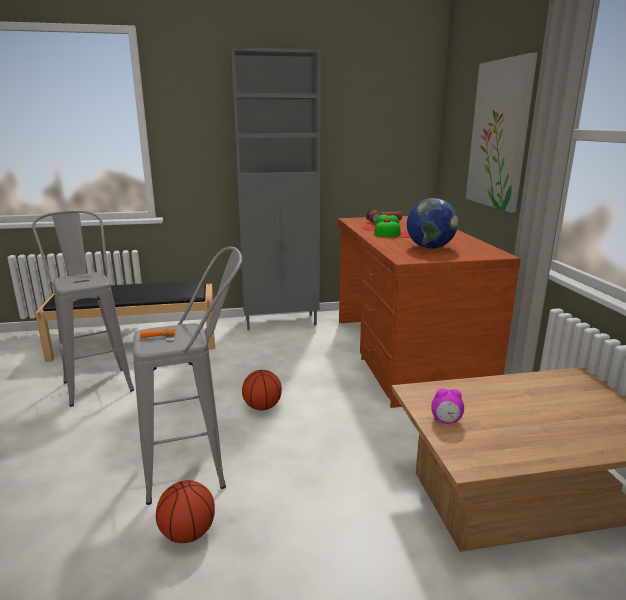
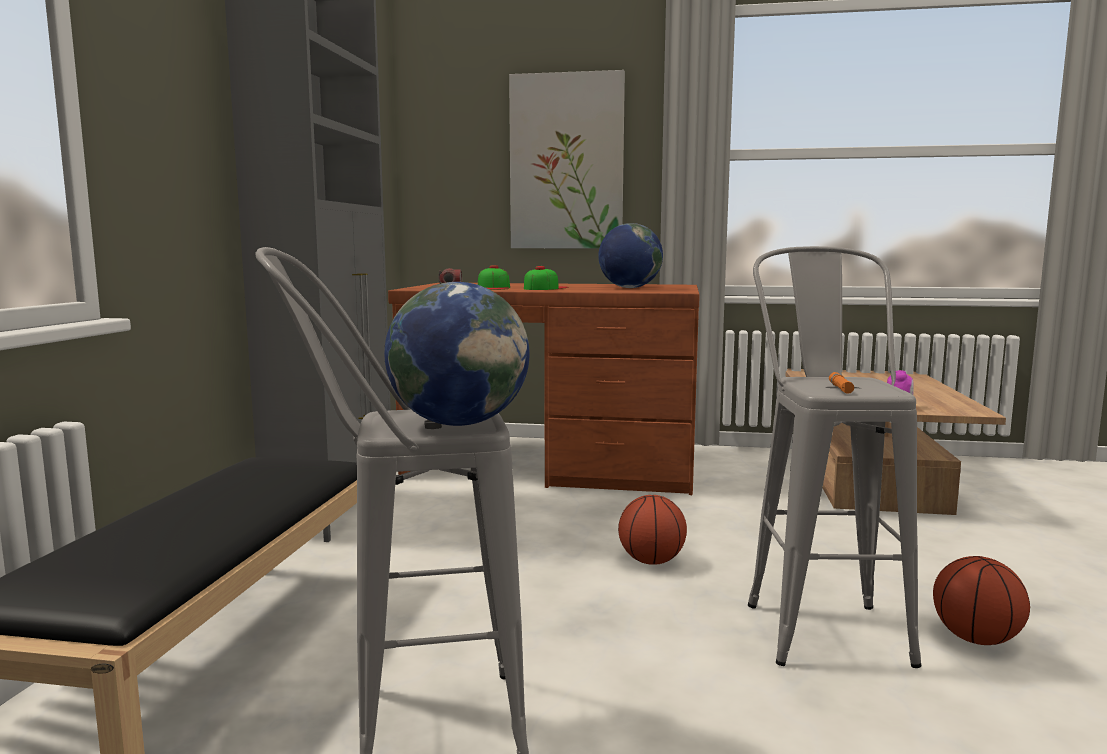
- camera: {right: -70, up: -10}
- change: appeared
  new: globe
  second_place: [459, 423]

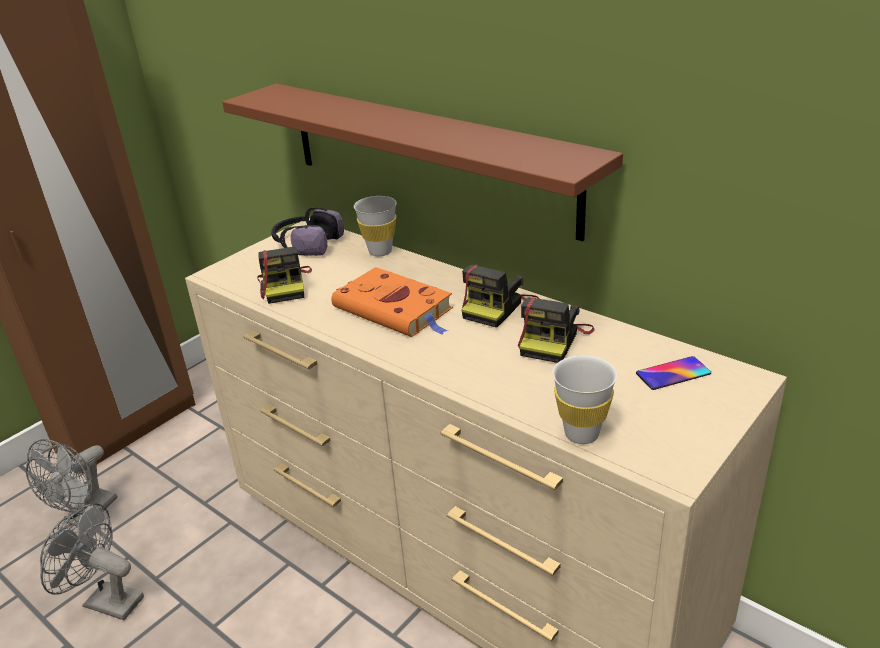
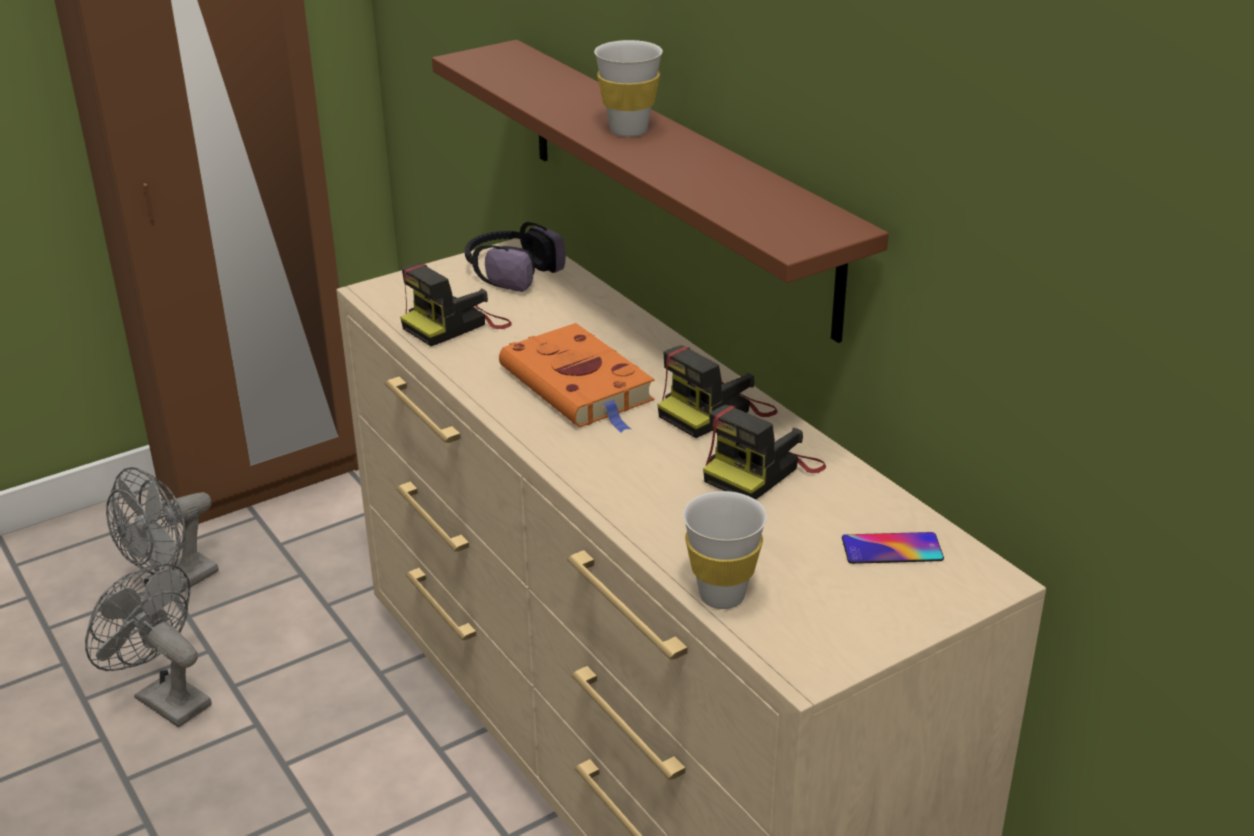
- camera: {right: 15, up: 0}
- change: relocated
  old: tasse/blanc
  first_place: [380, 251]
  second_place: [629, 131]
- change: spun
  old: appareil photo
  first_place: [285, 285]
  second_place: [456, 325]
  degrees: 45

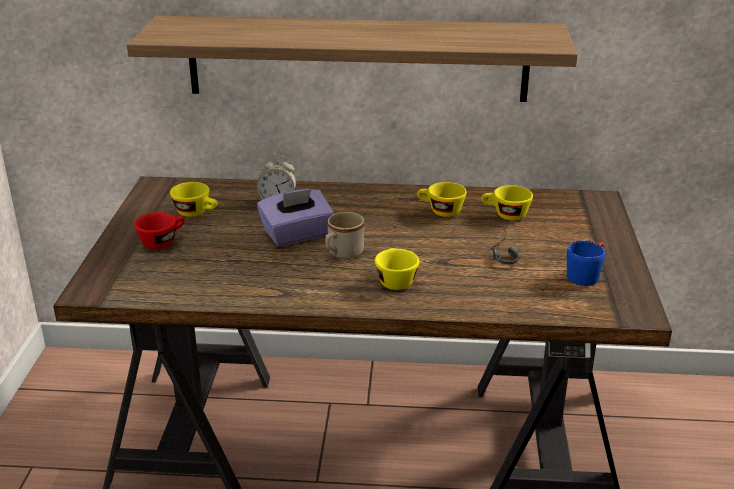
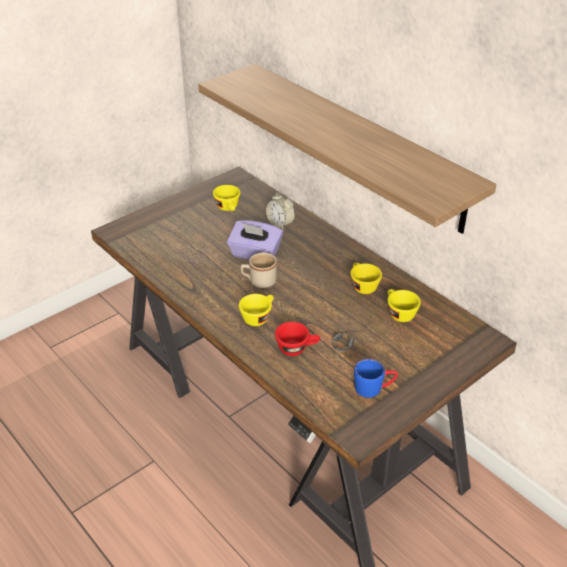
- camera: {right: 45, up: 10}
- change: relocated
  old: tasse/rouge
  first_place: [163, 242]
  second_place: [297, 348]

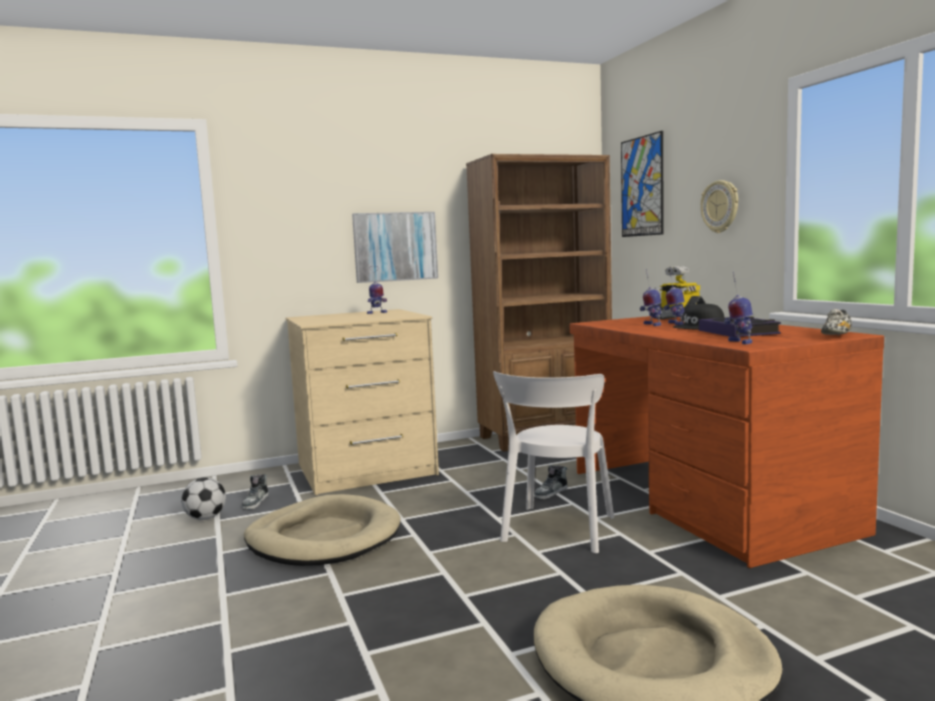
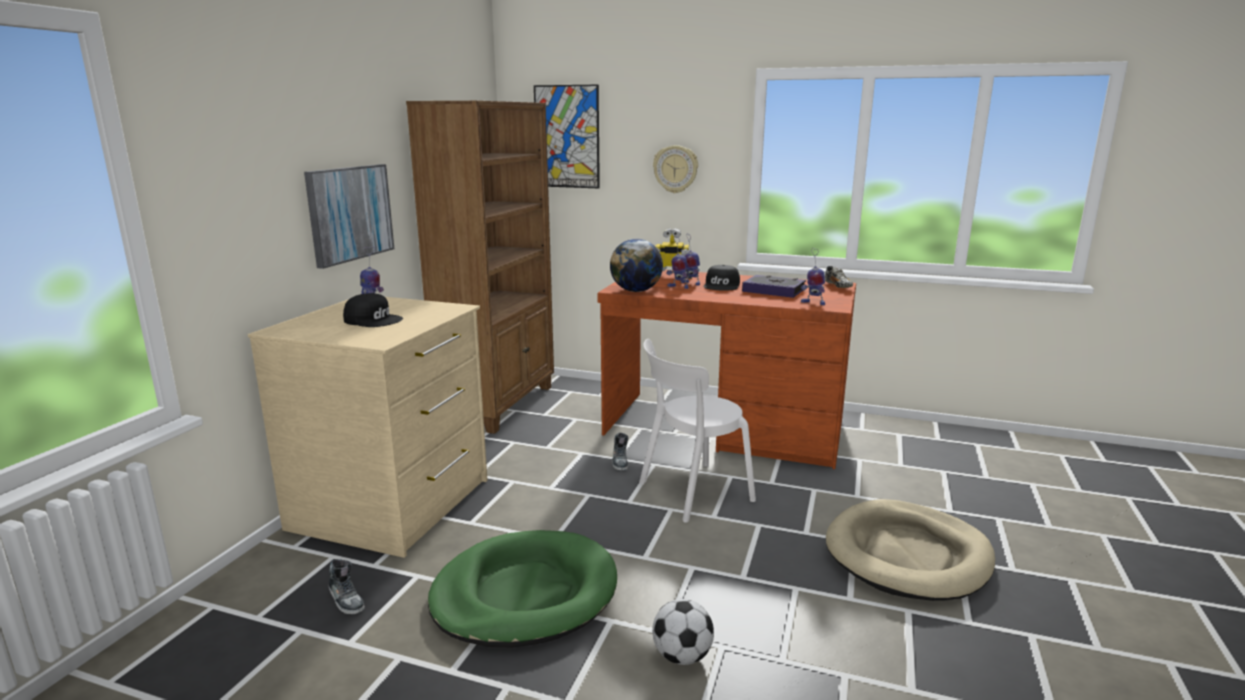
- camera: {right: -50, up: 10}
- change: spun
  old: chaise/blanc
  first_place: [557, 531]
  second_place: [691, 492]
  degrees: 90
- change: relocated
  old: ballon de foot
  first_place: [205, 518]
  second_place: [681, 656]
- change: colour
  old: panier pour chien/beige
  new: panier pour chien/vert
  first_place: [324, 537]
  second_place: [525, 594]
- change: appeared
  new: globe
  second_place: [636, 291]
- change: appeared
  new: casquette/noir
  second_place: [373, 320]

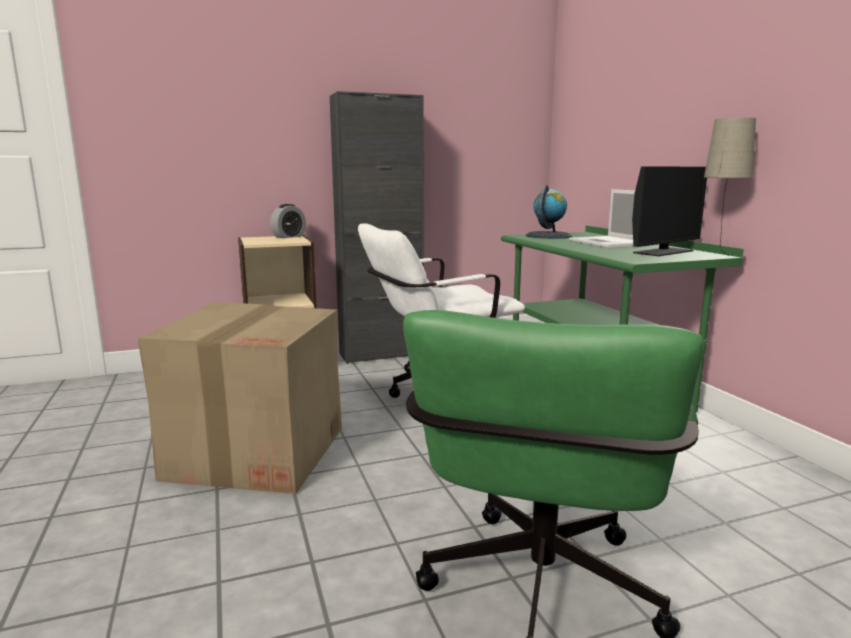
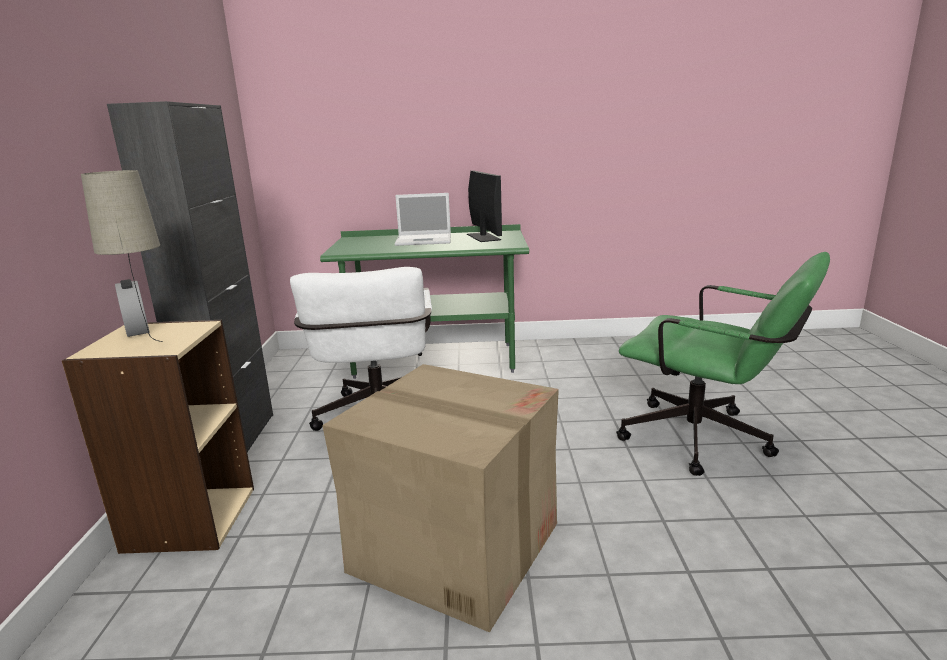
- camera: {right: -70, up: 5}
- change: relocated
  old: lampe de table/beige
  first_place: [717, 256]
  second_place: [151, 347]
- change: missing
  old: globe
  first_place: [548, 236]

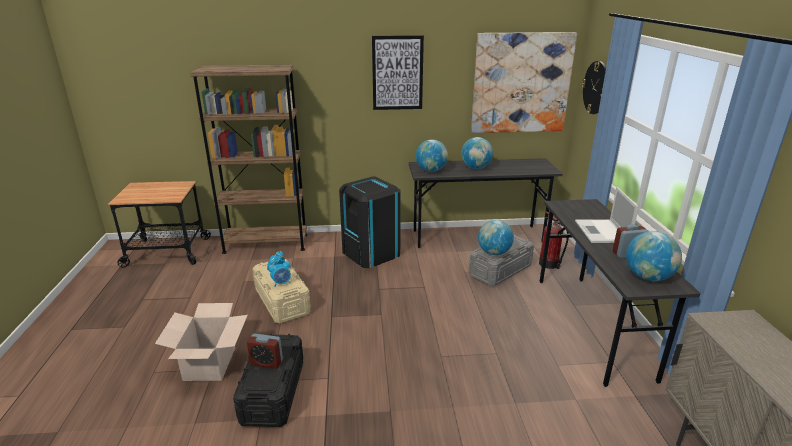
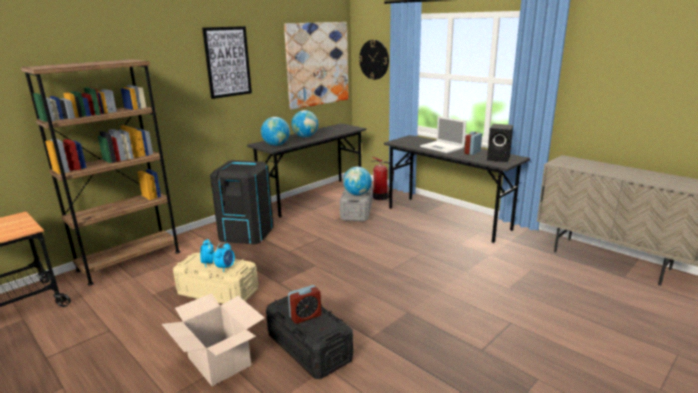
- camera: {right: -40, up: -5}
- change: exchanged
  old: globe
  new: enceinte/noir
  first_place: [648, 277]
  second_place: [499, 158]

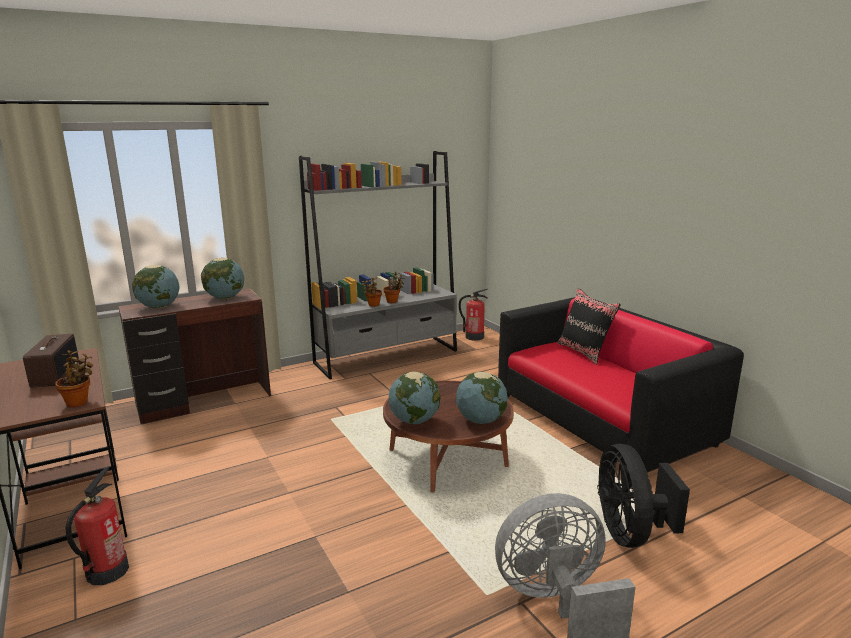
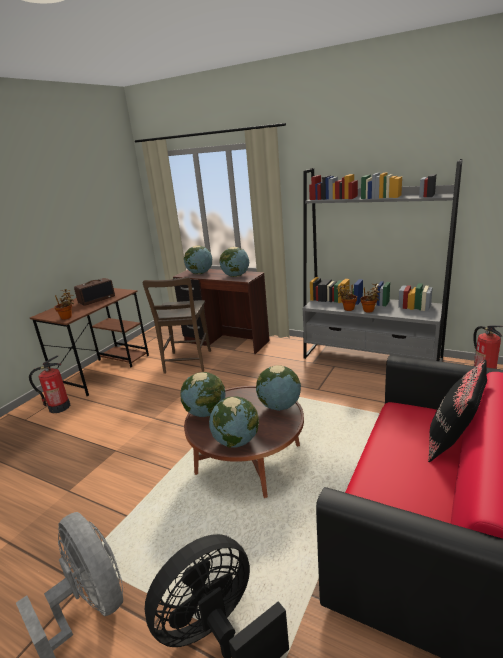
- camera: {right: 60, up: 5}
- change: appeared
  new: chaise/marron
  second_place: [187, 363]
- change: appeared
  new: globe
  second_place: [279, 406]

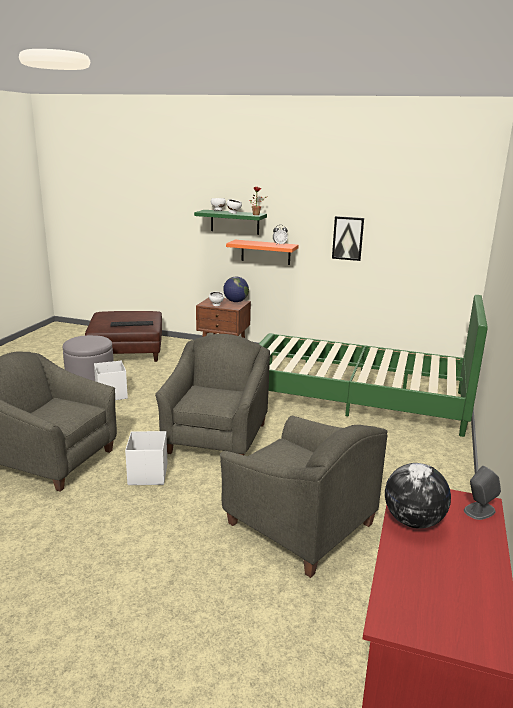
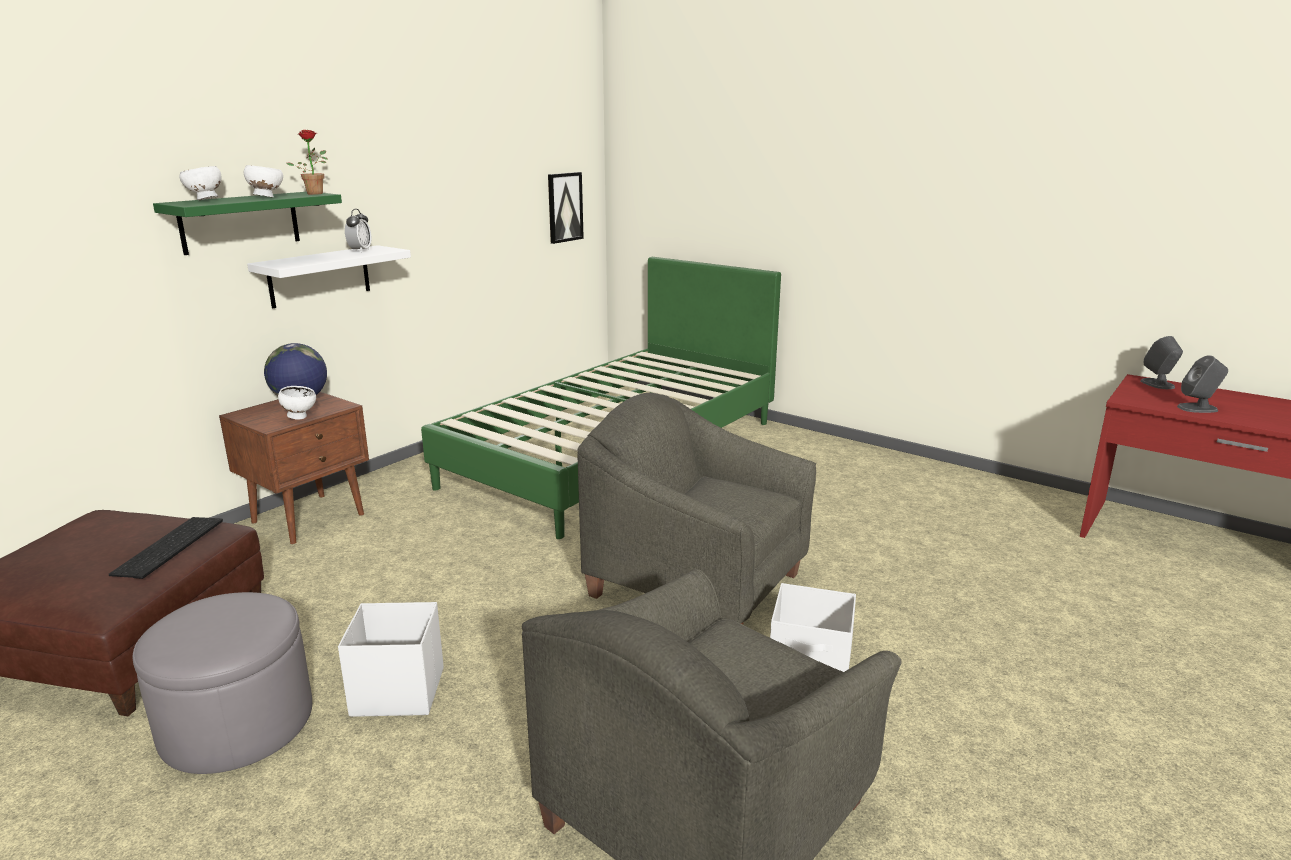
- camera: {right: -70, up: 0}
- change: relocated
  old: tableau
  first_place: [348, 238]
  second_place: [564, 207]
- change: colour
  old: étagère/orange
  new: étagère/blanc
  first_place: [265, 252]
  second_place: [319, 276]
- change: missing
  old: fauteuil/gris
  first_place: [298, 525]
- change: exchanged
  old: globe
  new: enceinte/gris
  first_place: [413, 522]
  second_place: [1198, 408]

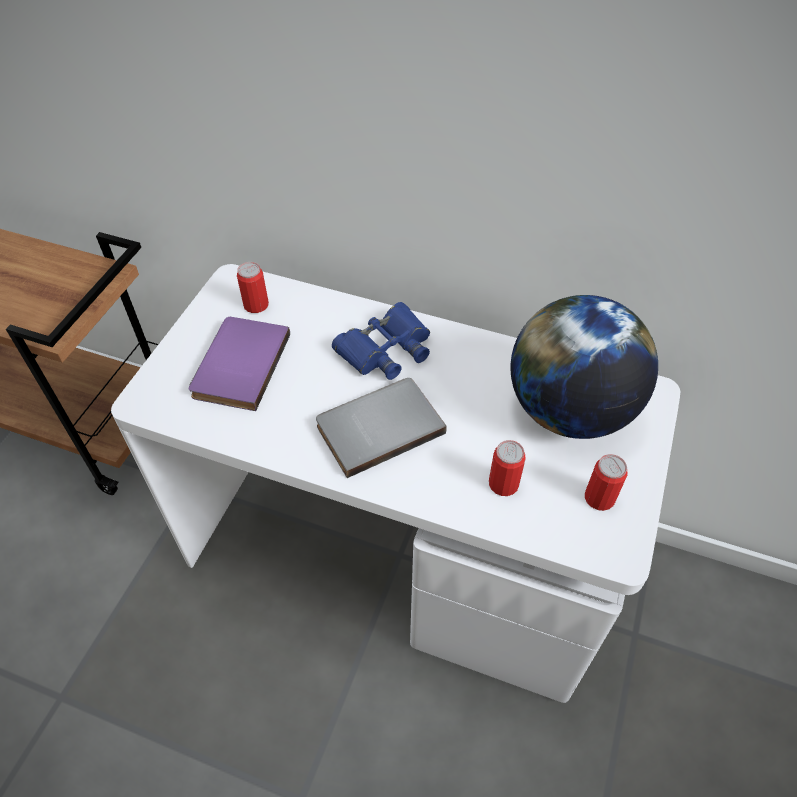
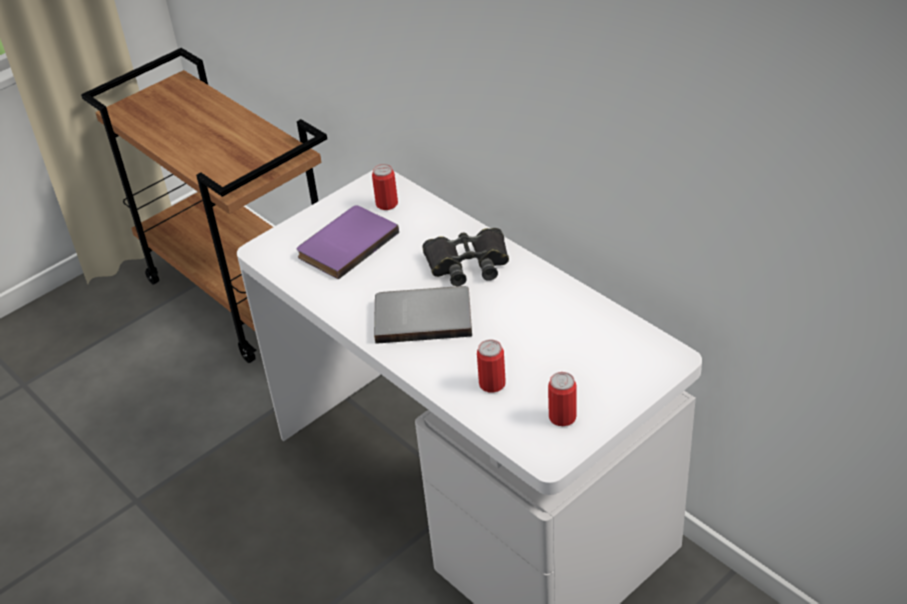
- camera: {right: 30, up: -10}
- change: missing
  old: globe
  first_place: [569, 411]
- change: colour
  old: jumelles/bleu
  new: jumelles/noir
  first_place: [386, 349]
  second_place: [468, 263]

